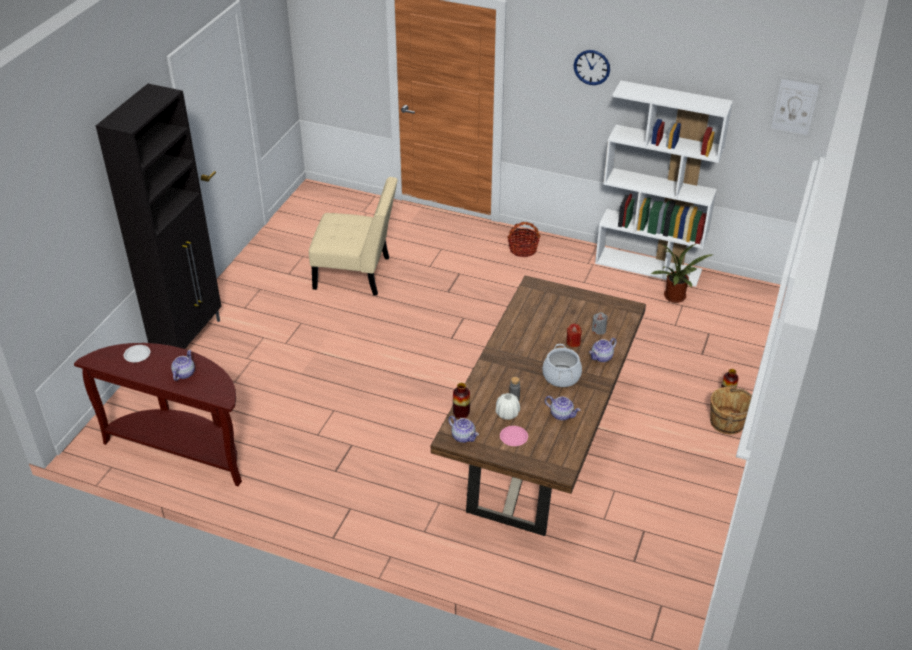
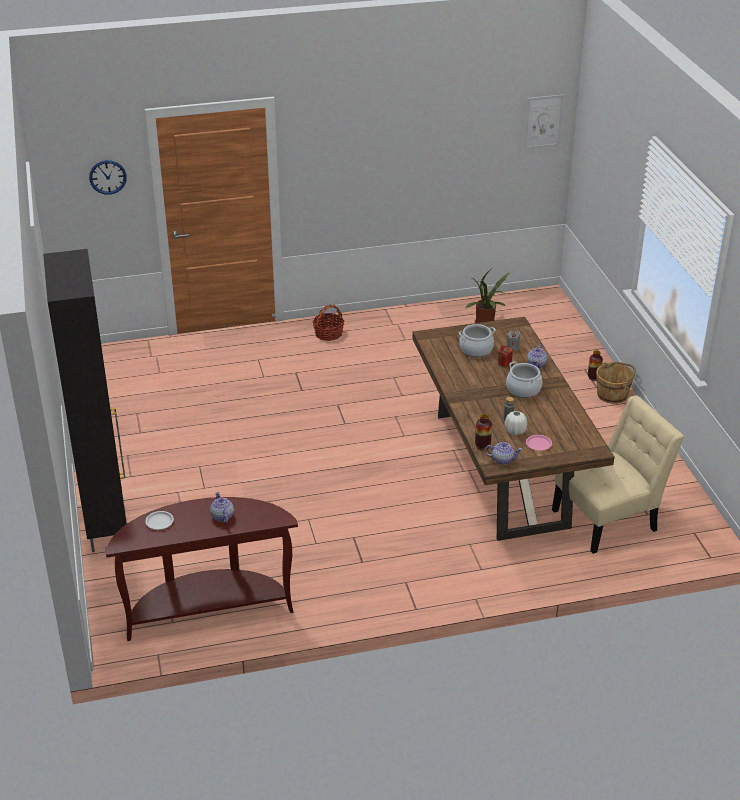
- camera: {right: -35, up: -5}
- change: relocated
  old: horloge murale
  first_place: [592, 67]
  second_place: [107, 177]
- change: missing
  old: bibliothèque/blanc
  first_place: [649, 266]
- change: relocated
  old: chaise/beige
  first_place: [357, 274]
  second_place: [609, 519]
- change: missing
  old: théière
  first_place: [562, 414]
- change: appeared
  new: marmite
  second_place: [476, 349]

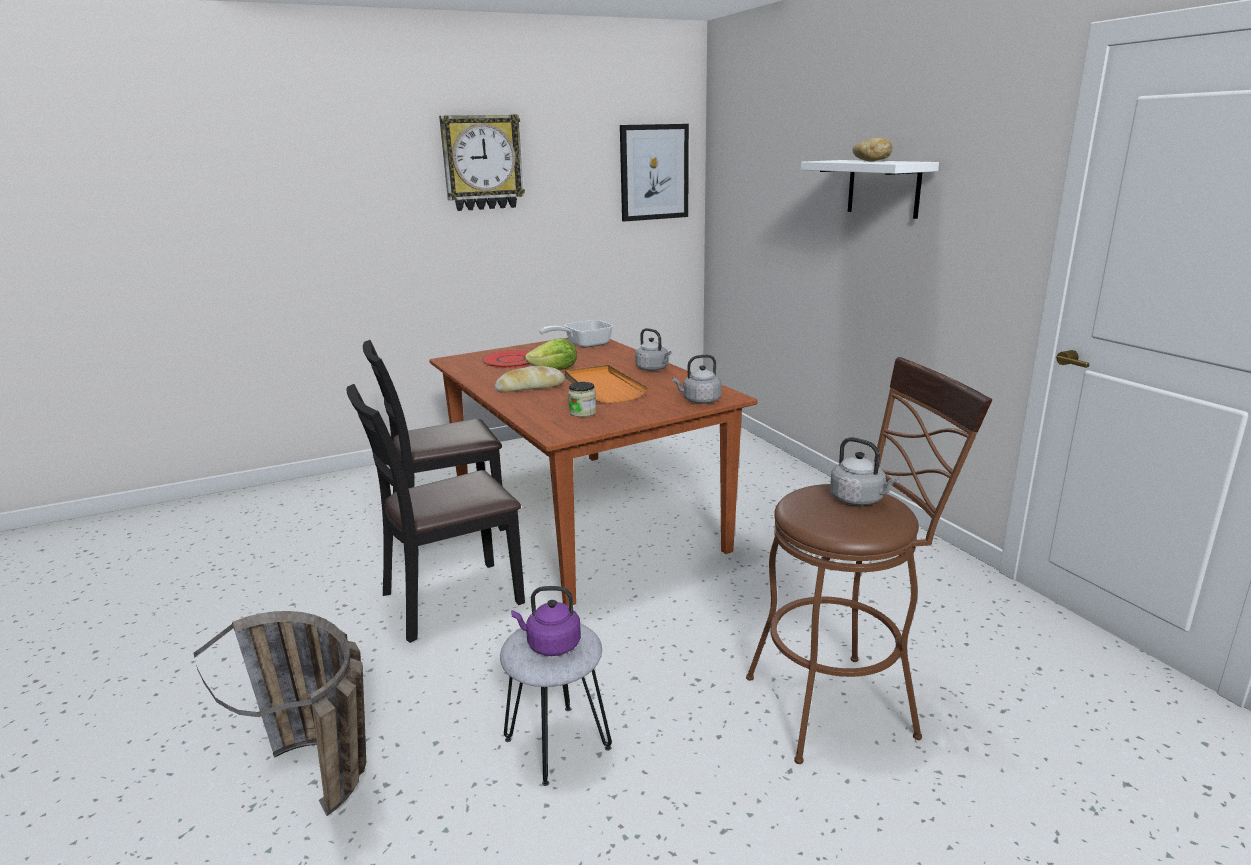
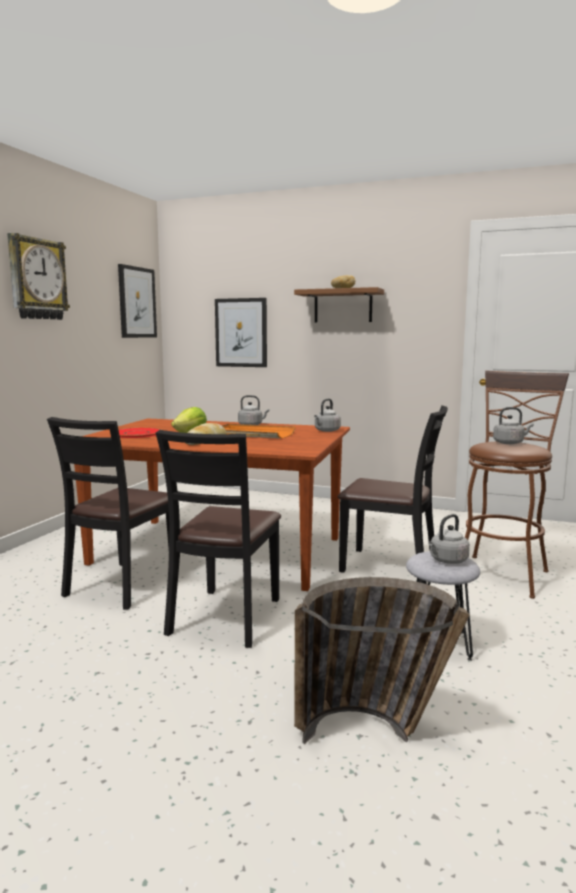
- camera: {right: -45, up: -10}
- change: colour
  old: étagère/blanc
  new: étagère/marron
  first_place: [883, 188]
  second_place: [343, 306]
- change: missing
  old: poêle
  first_place: [582, 345]
- change: missing
  old: bocal
  first_place: [582, 413]
- change: colour
  old: bouilloire/violet
  new: bouilloire/gris
  first_place: [551, 645]
  second_place: [447, 560]
- change: appeared
  new: tableau
  second_place: [241, 332]
- change: appeared
  new: chaise/noir
  second_place: [390, 566]

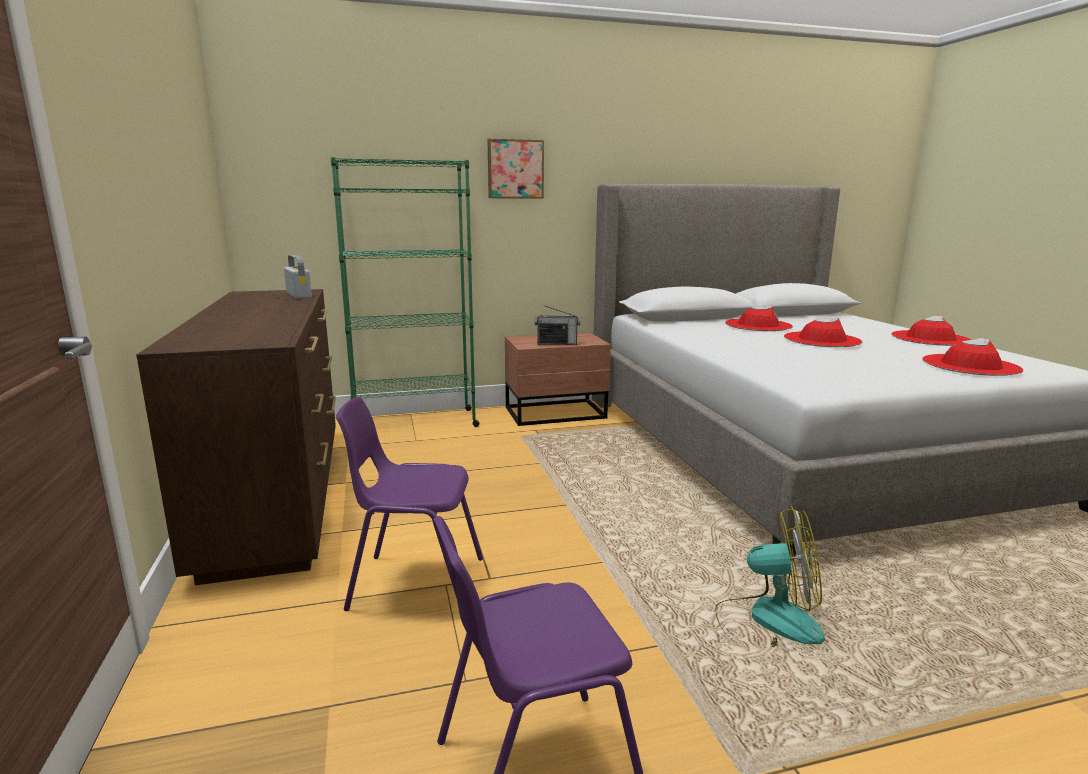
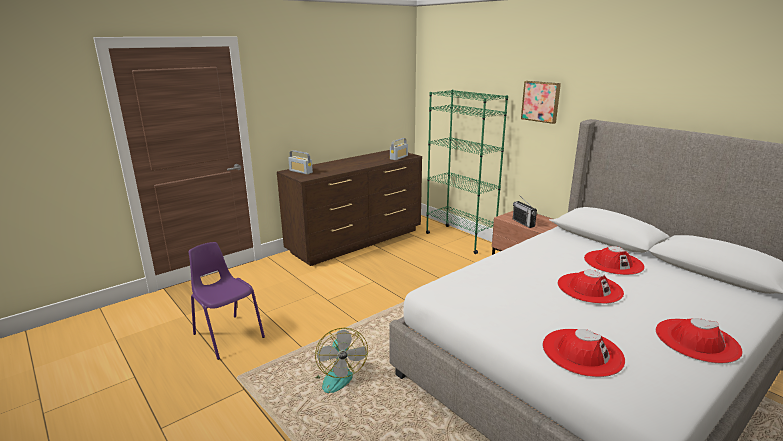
- camera: {right: 65, up: 5}
- change: missing
  old: chaise/violet
  first_place: [416, 583]
- change: appeared
  new: radio
  second_place: [301, 171]

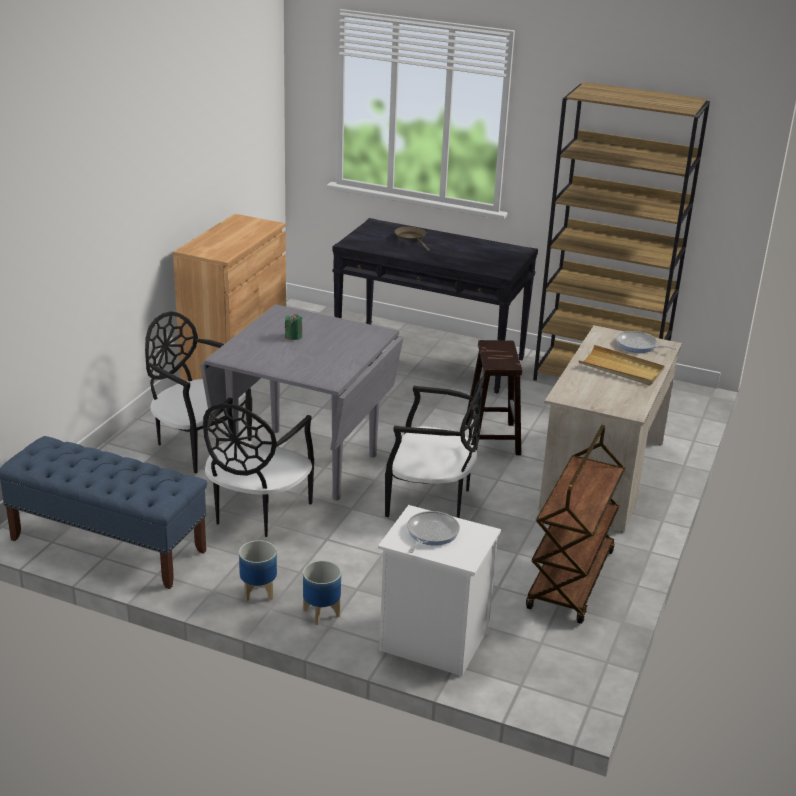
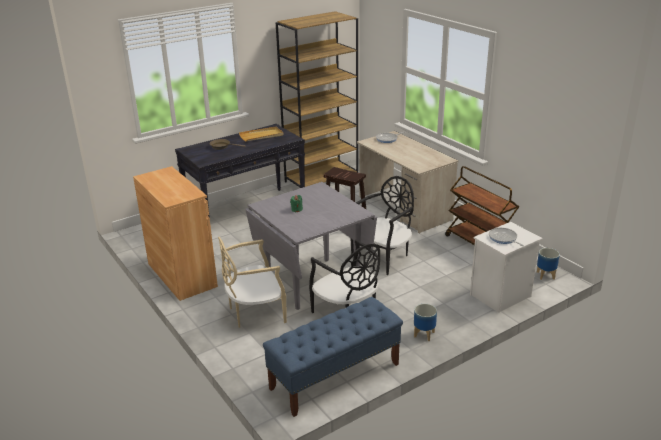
- camera: {right: -55, up: 0}
- change: colour
  old: chaise/noir
  new: chaise/beige
  first_place: [198, 444]
  second_place: [255, 312]
- change: relocated
  old: plateau/beige
  first_place: [621, 368]
  second_place: [261, 136]
- change: relocated
  old: cache-pot
  first_place: [321, 613]
  second_place: [545, 275]

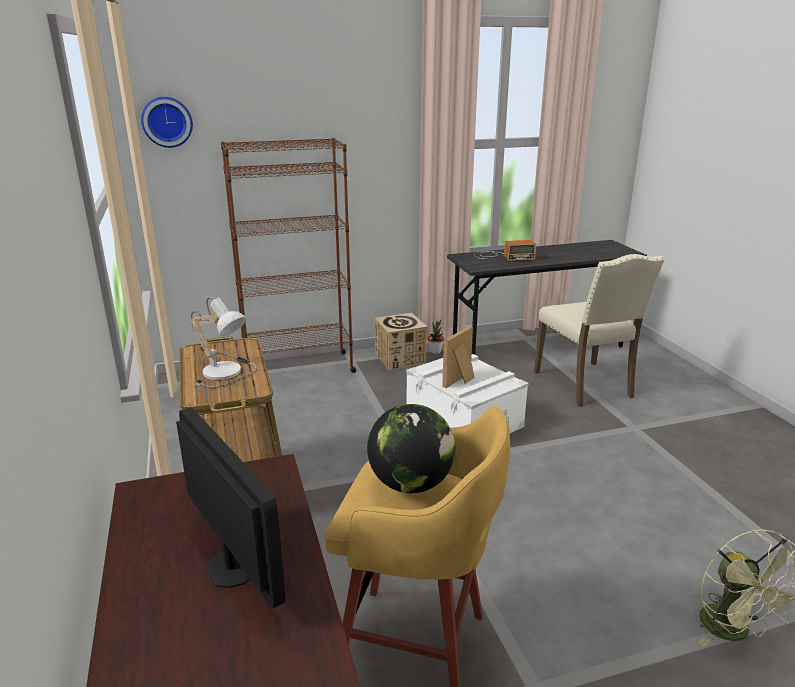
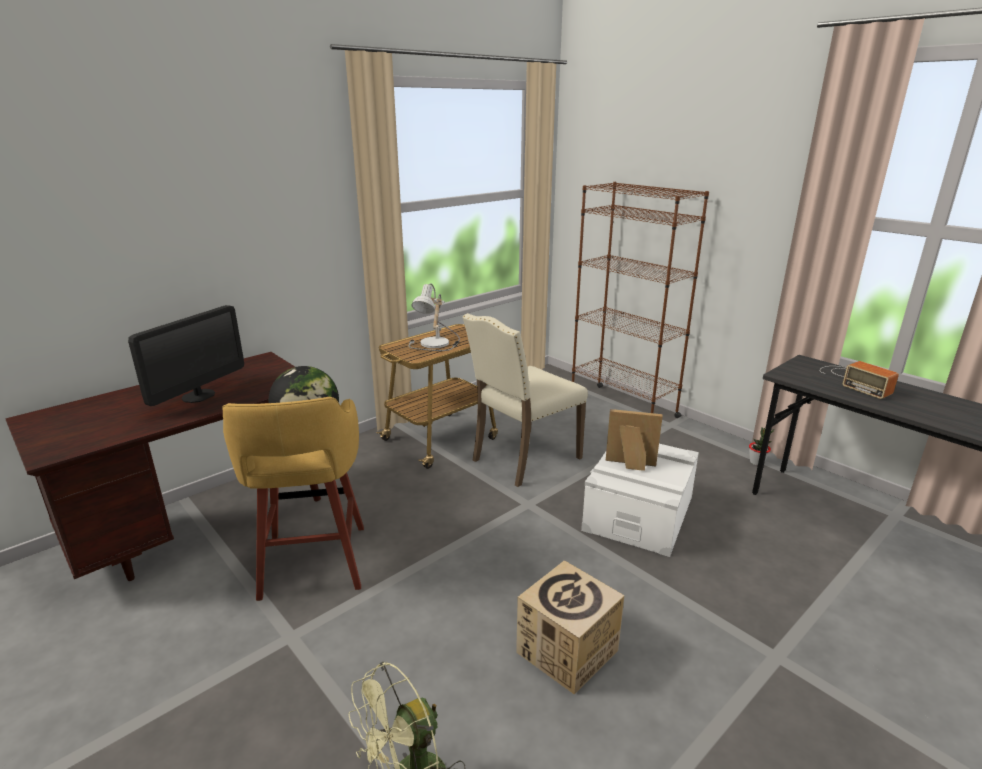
- camera: {right: 65, up: 0}
- change: missing
  old: horloge murale
  first_place: [167, 122]
- change: relocated
  old: chaise/beige
  first_place: [585, 385]
  second_place: [523, 459]
- change: relocated
  old: carton
  first_place: [400, 359]
  second_place: [567, 651]

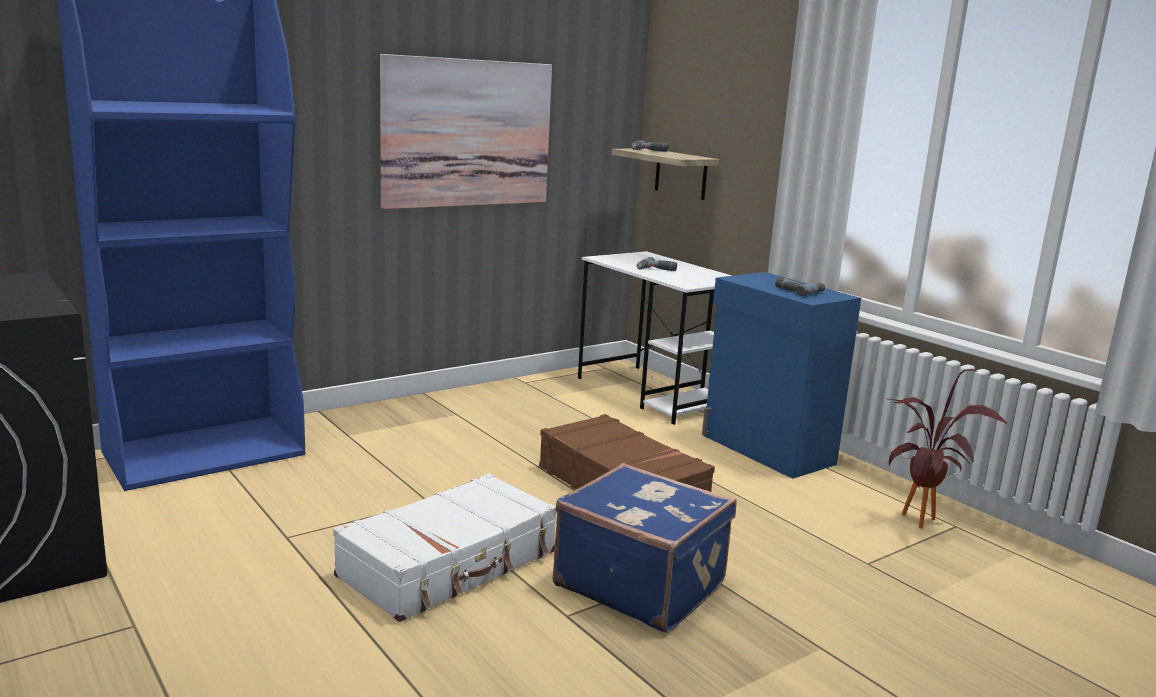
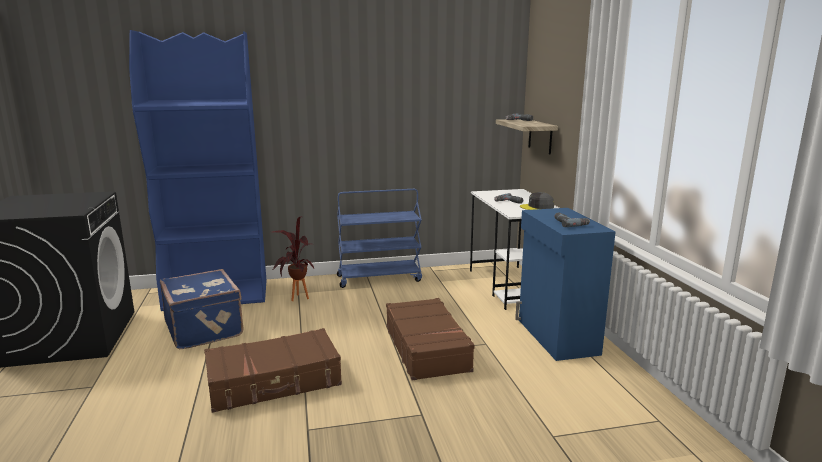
- camera: {right: 25, up: 0}
- change: missing
  old: tableau
  first_place: [467, 133]
- change: relocated
  old: plante en pot
  first_place: [921, 525]
  second_place: [296, 300]
- change: relocated
  old: valise/bleu
  first_place: [640, 584]
  second_place: [205, 329]
- change: colour
  old: valise/blanc
  new: valise/marron
  first_place: [450, 564]
  second_place: [274, 382]
- change: appeared
  new: chariot/bleu
  second_place: [379, 278]
- change: appeared
  new: casquette/gris
  second_place: [537, 207]

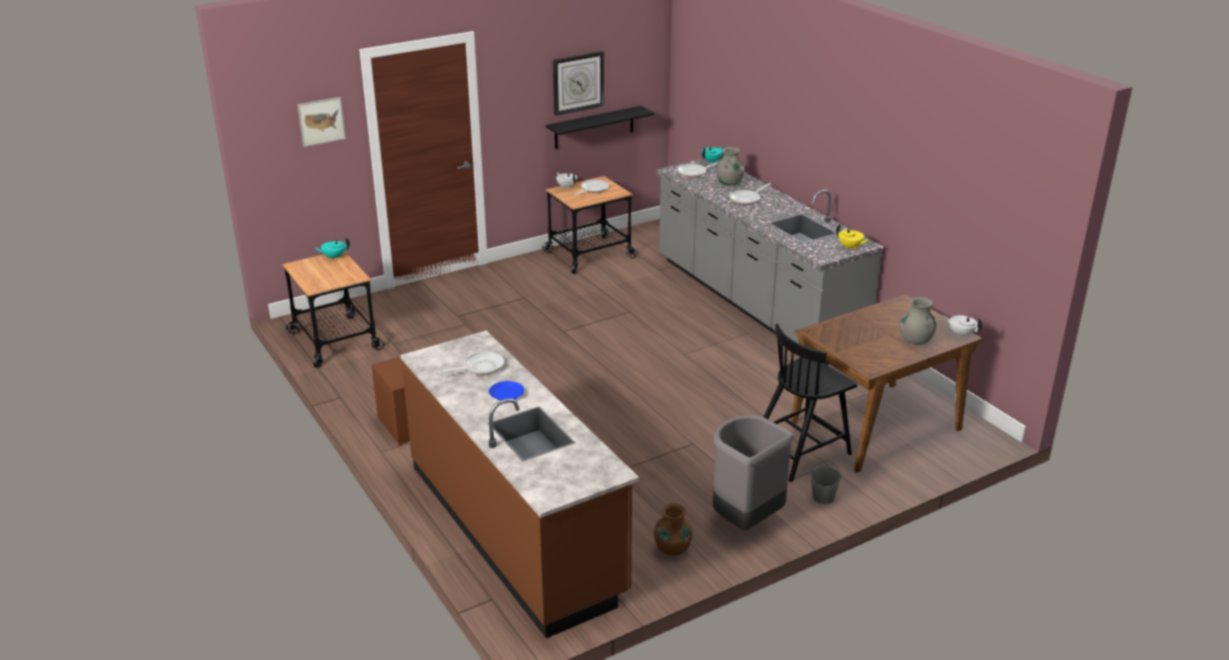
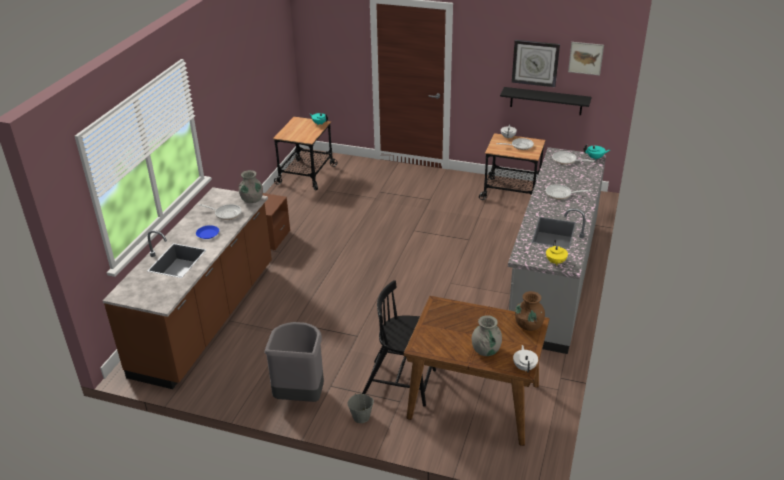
- camera: {right: 50, up: 5}
- change: relocated
  old: tableau
  first_place: [321, 121]
  second_place: [585, 58]
- change: relocated
  old: vase/gris
  first_place: [729, 183]
  second_place: [252, 200]
- change: relocated
  old: vase/marron
  first_place: [672, 549]
  second_place: [528, 325]

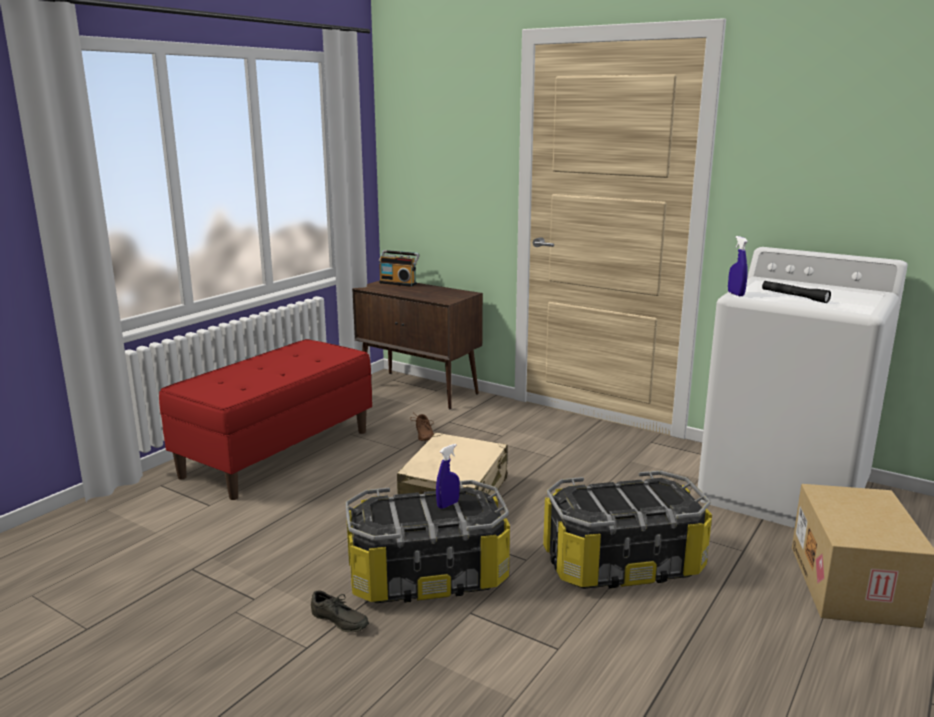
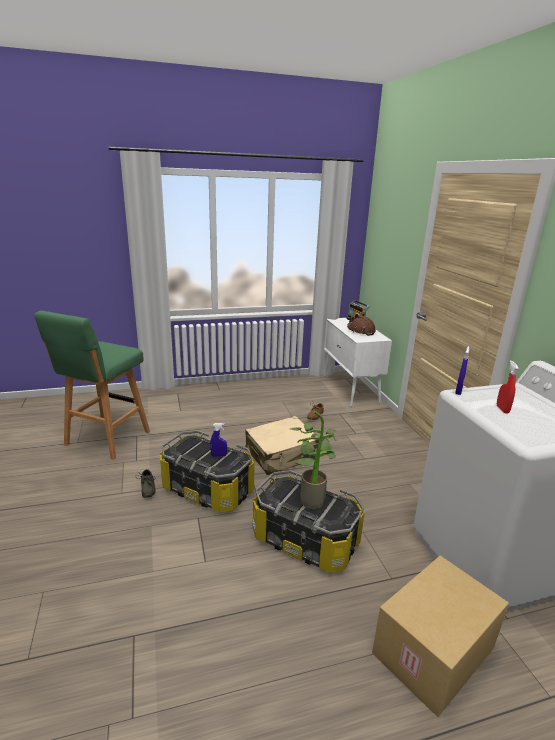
- camera: {right: 40, up: 5}
- change: colour
  old: meuble de rangement/marron
  new: meuble de rangement/blanc
  first_place: [419, 390]
  second_place: [350, 389]
- change: exchanged
  old: lampe de poche/noir
  new: vaporisateur/rouge
  first_place: [794, 296]
  second_place: [502, 409]
- change: missing
  old: banc/rouge
  first_place: [277, 453]
- change: appeared
  new: tabouret/vert
  second_place: [106, 439]
- change: appeared
  new: casque de chantier/marron
  second_place: [360, 331]
- change: appeared
  new: plante en pot
  second_place: [311, 499]

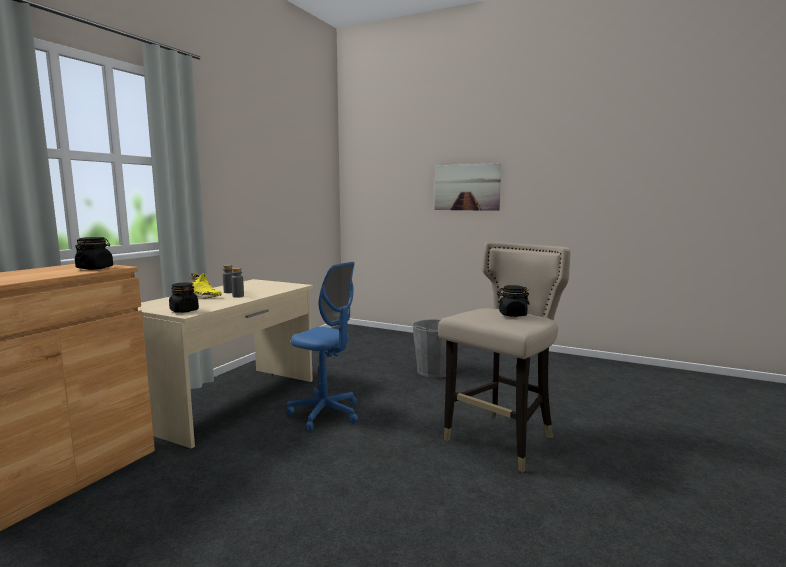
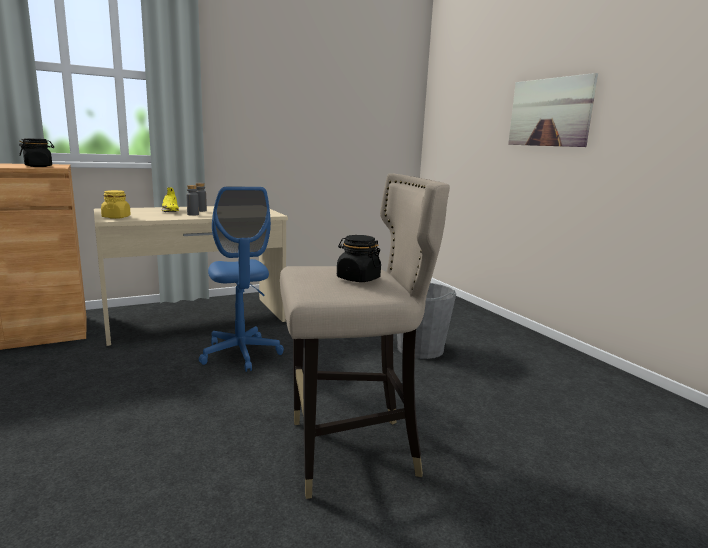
- camera: {right: 35, up: 5}
- change: colour
  old: bocal/noir
  new: bocal/jaune
  first_place: [184, 310]
  second_place: [116, 217]

